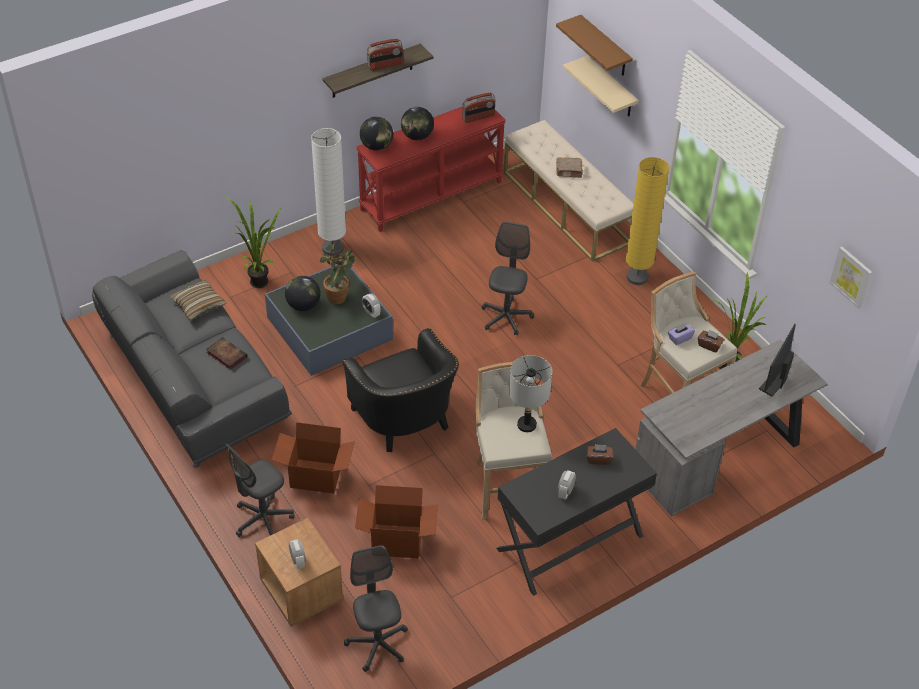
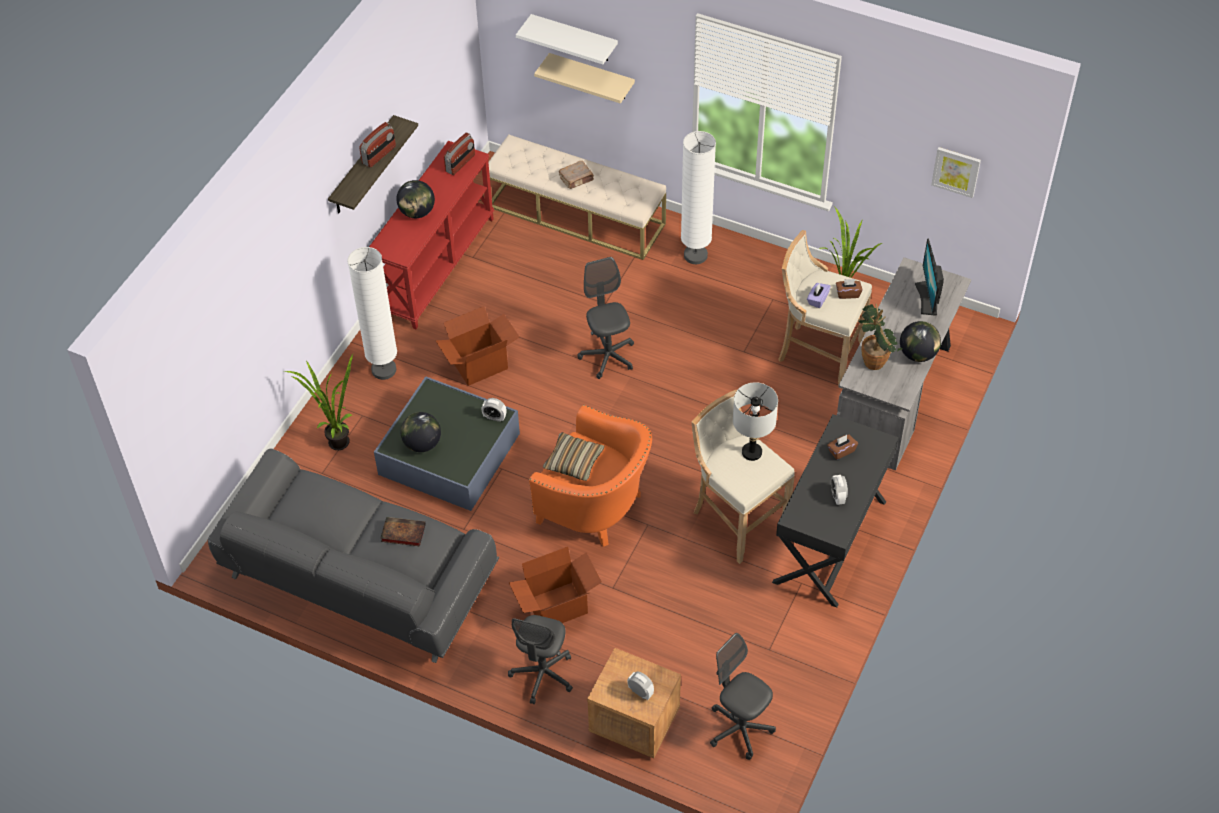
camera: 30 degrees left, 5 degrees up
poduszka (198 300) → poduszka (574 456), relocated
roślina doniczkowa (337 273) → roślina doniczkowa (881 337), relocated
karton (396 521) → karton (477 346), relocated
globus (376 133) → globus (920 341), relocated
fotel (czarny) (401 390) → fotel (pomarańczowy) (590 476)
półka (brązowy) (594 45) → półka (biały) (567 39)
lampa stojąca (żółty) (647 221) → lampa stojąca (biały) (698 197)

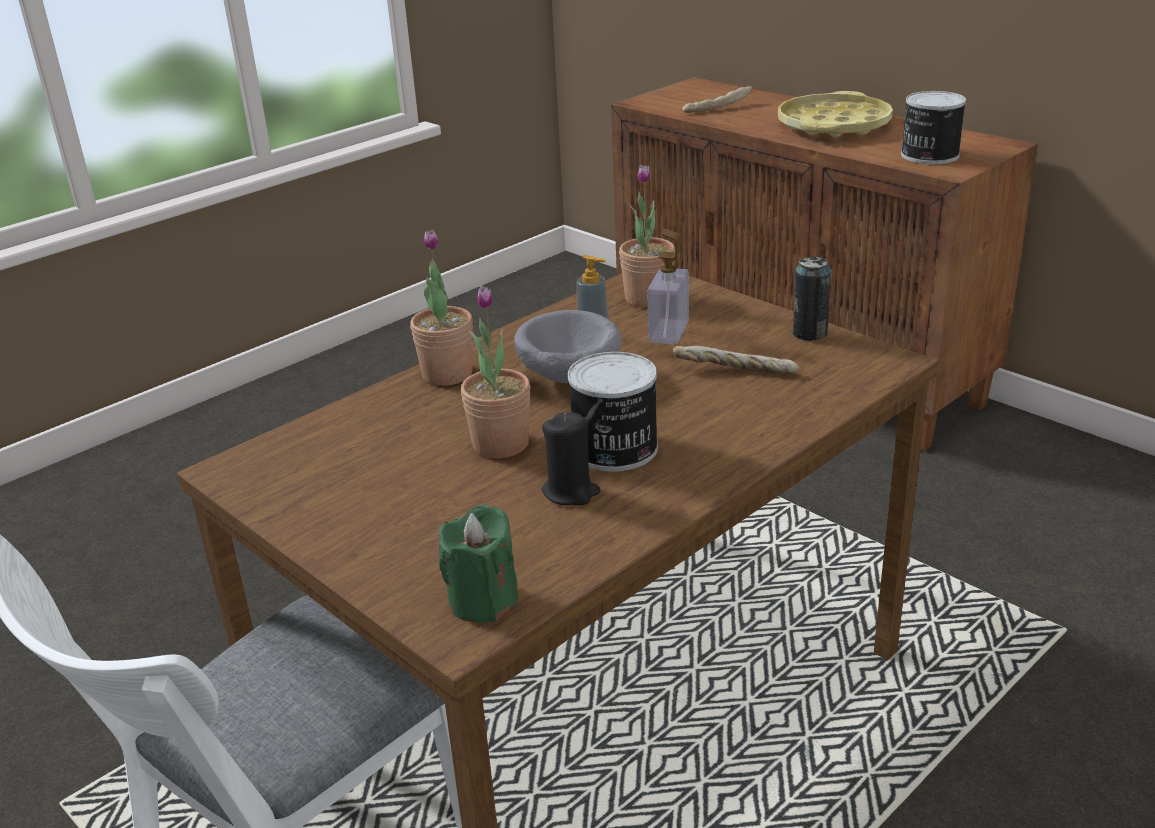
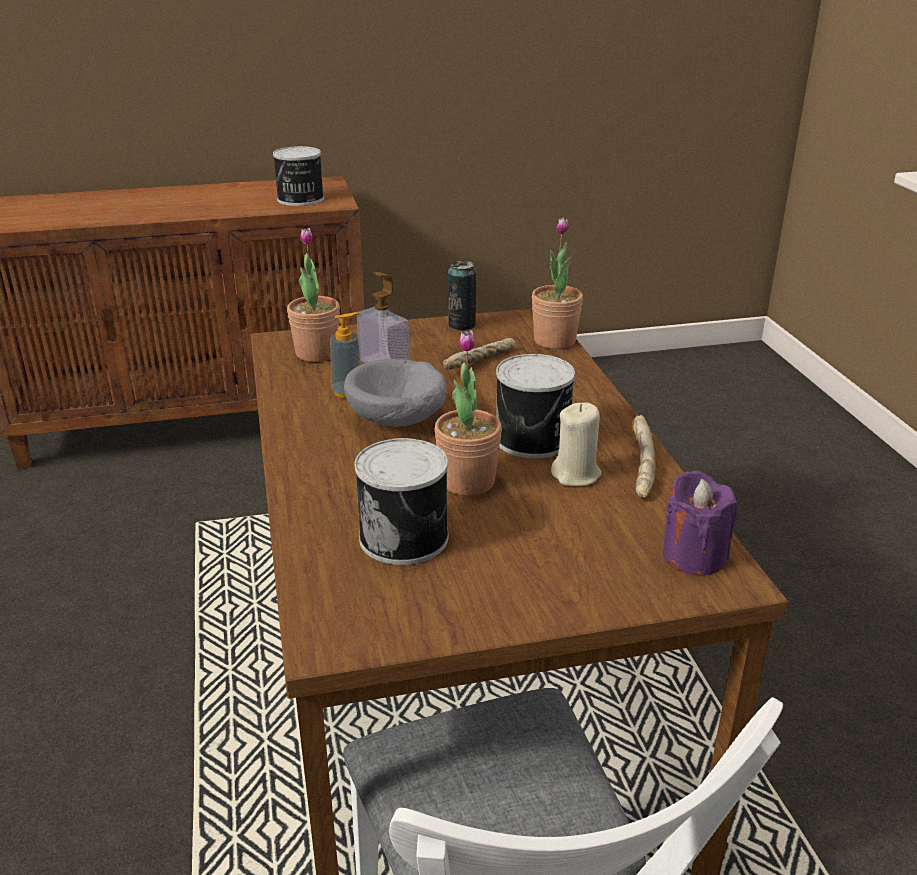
camera: 60 degrees left, 0 degrees up
taca (żółty) (835 114) → -
- → puszka (401 501)
roślina doniczkowa (441 307) → roślina doniczkowa (557 283), relocated
chleb (717 99) → chleb (644 456), relocated
świeca (zielony) (478 563) → świeca (fioletowy) (700 523)
świeca (czarny) (571 458) → świeca (beżowy) (576 444)

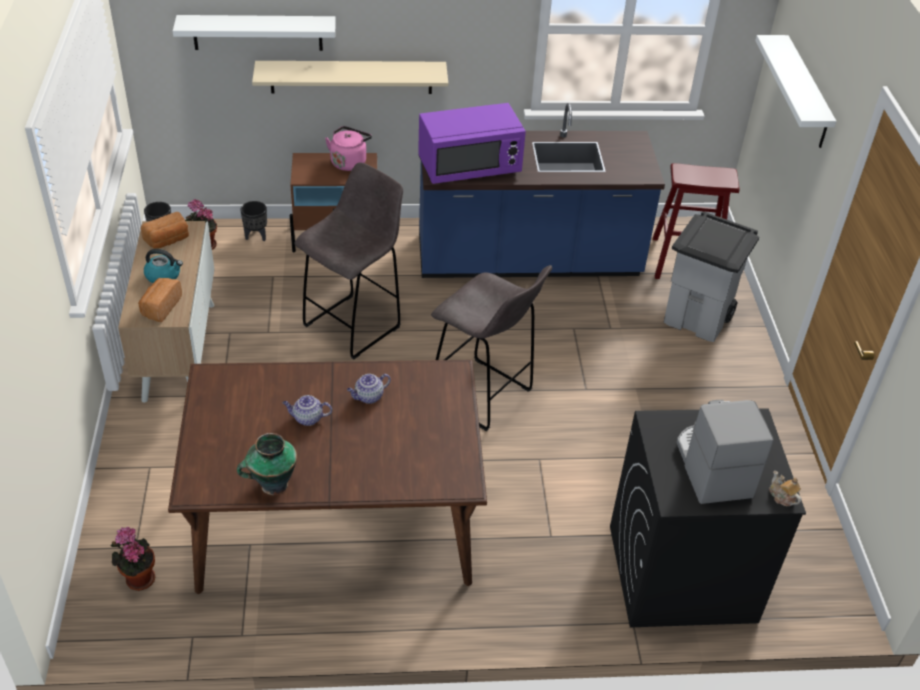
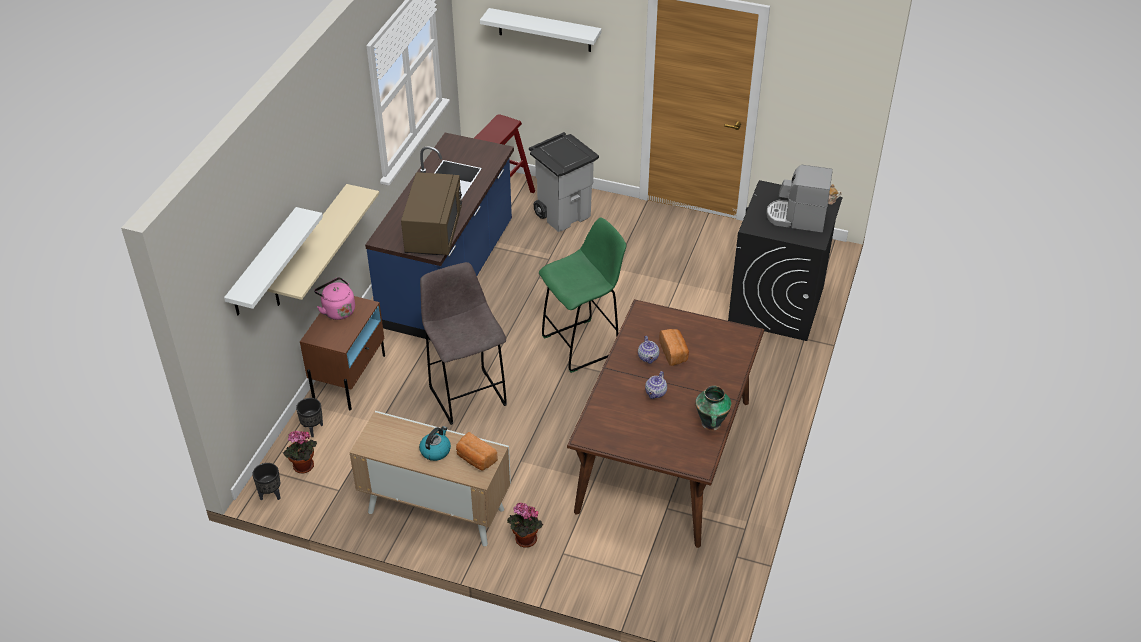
camera: 65 degrees left, 0 degrees up
roślina doniczkowa (133 559) → roślina doniczkowa (525 525), relocated
chleb (165 230) → chleb (674 347), relocated
mikrofalówka (fioletowy) (472 143) → mikrofalówka (brązowy) (431 213)
stołek (szary) (491 348) → stołek (zielony) (582 295)

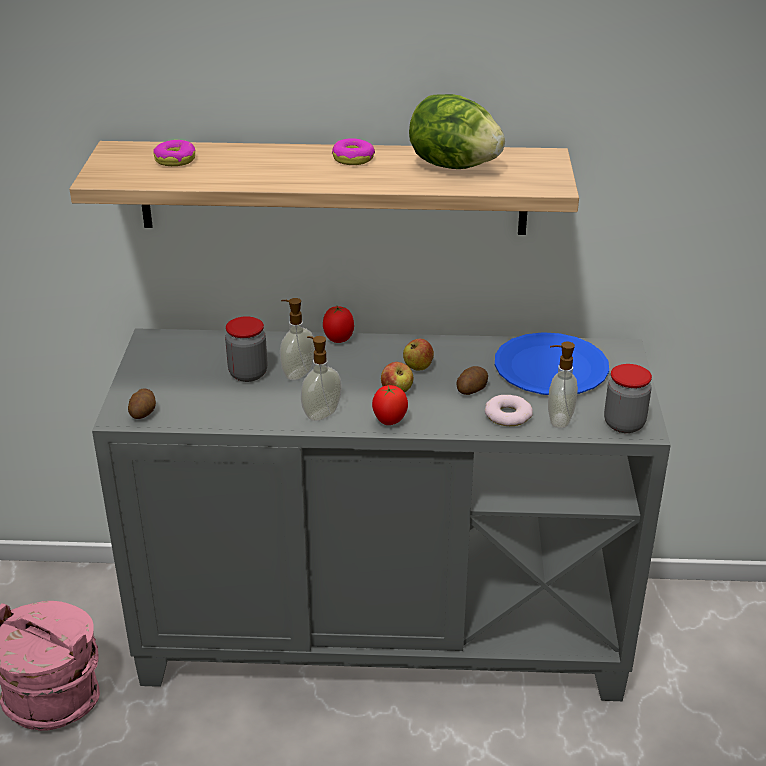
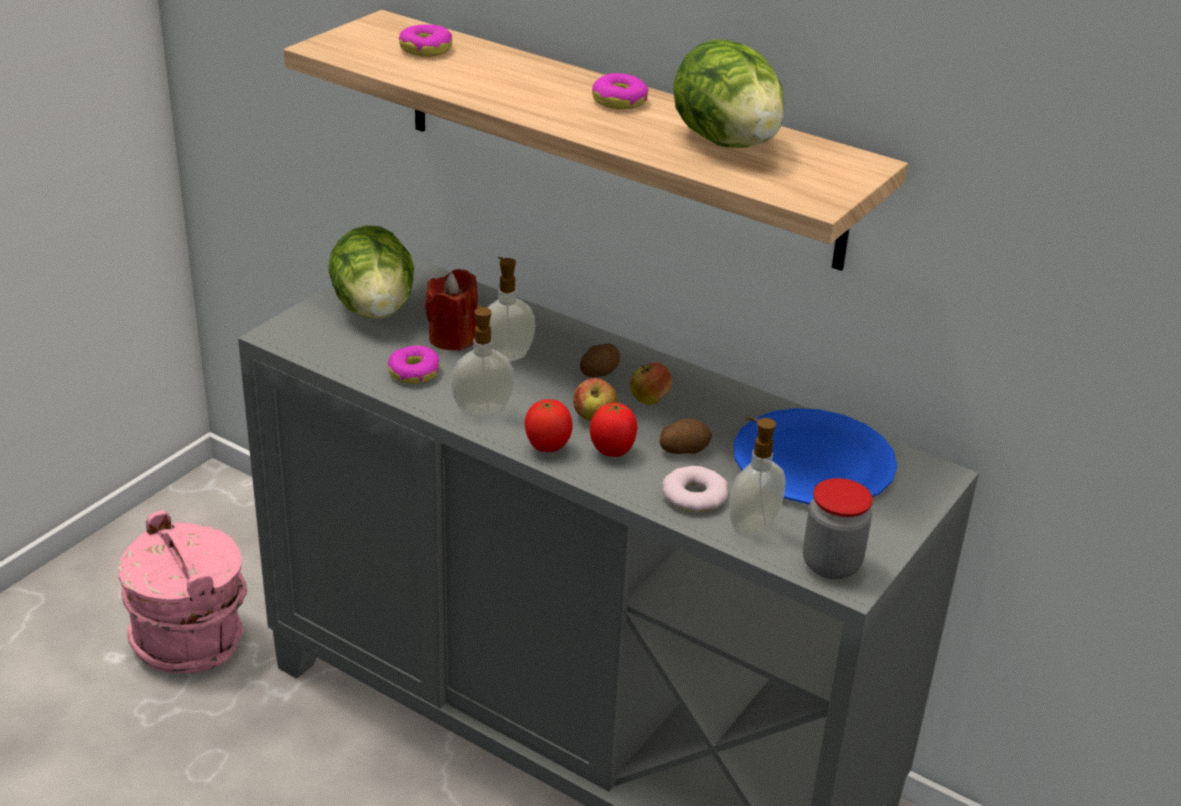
camera: 30 degrees right, 0 degrees up
- → sałata (371 272)
- → donut (414 364)
ziemniak (142 404) → ziemniak (600 360), relocated
pomidor (338 324) → pomidor (614 429), relocated
słoik (246 349) → świeca (czerwony) (451 310)

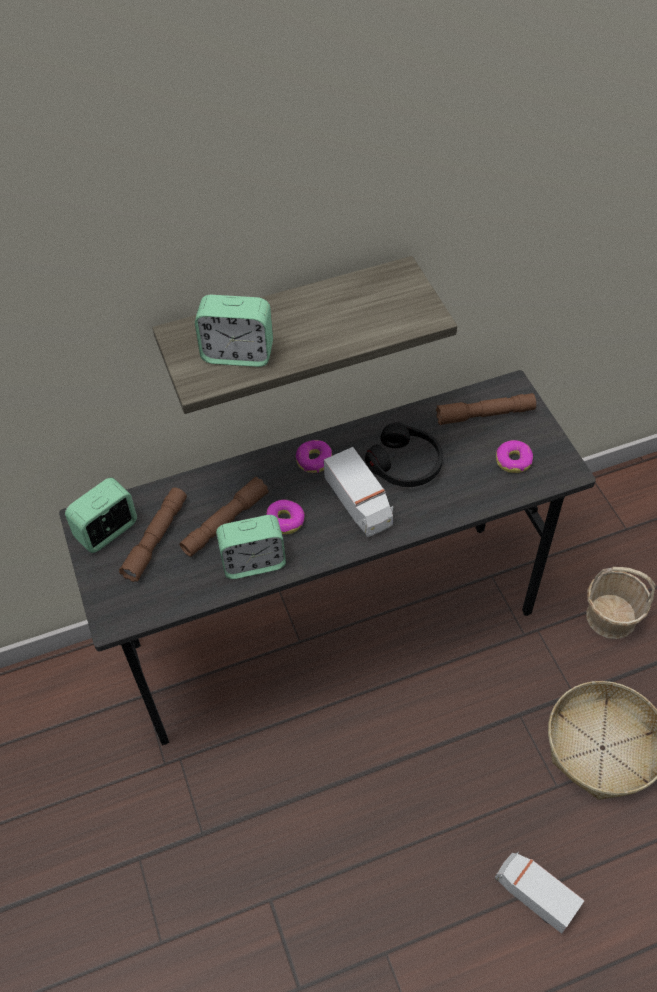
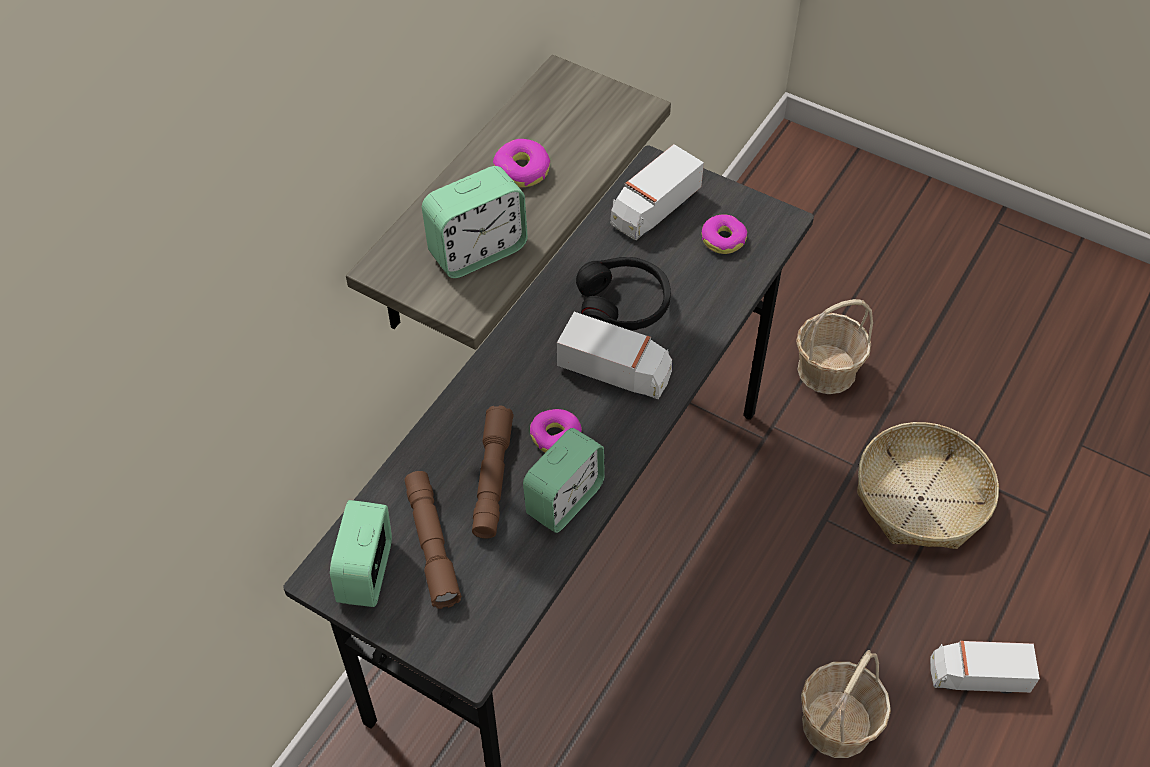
camera: 40 degrees left, 0 degrees up
- → koszyk (846 704)
donut (314 456) → donut (521 163), relocated
latarka (brązowy) (486 409) → ciężarówka zabawkowa (657 192)

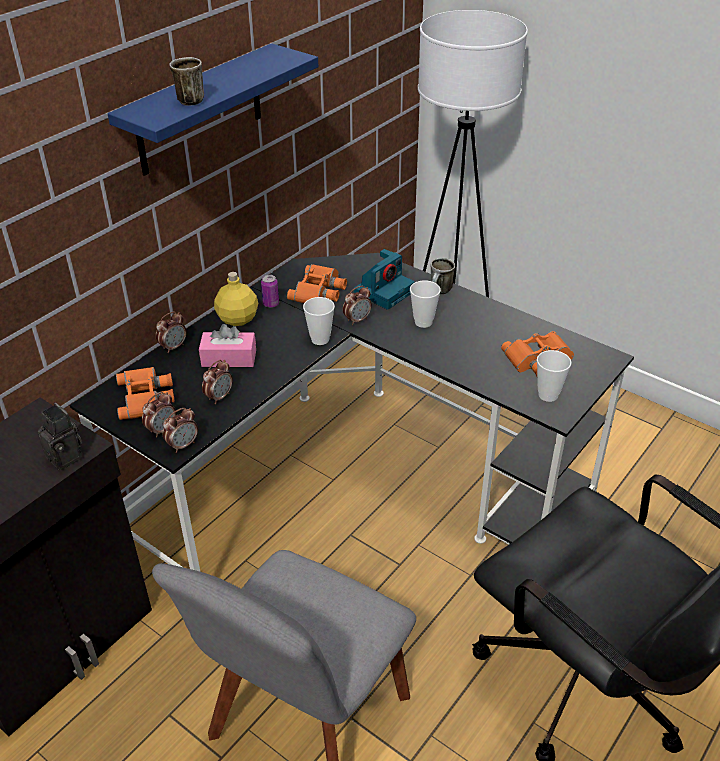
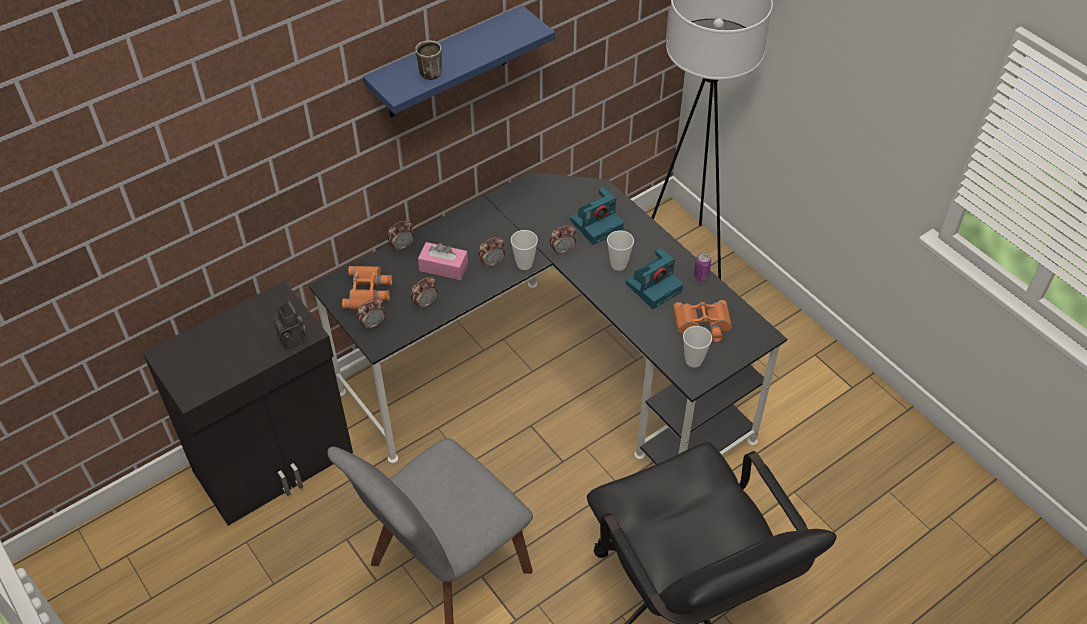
camera: 15 degrees right, 10 degrees up
butelka (żółty) (236 299) → -
lornetka (pomarańczowy) (317 283) → -
kubek (442 276) → -
- → aparat fotograficzny (654 278)
budzik (180 430) → budzik (491 252), relocated
puszka (270 291) → puszka (702 267), relocated

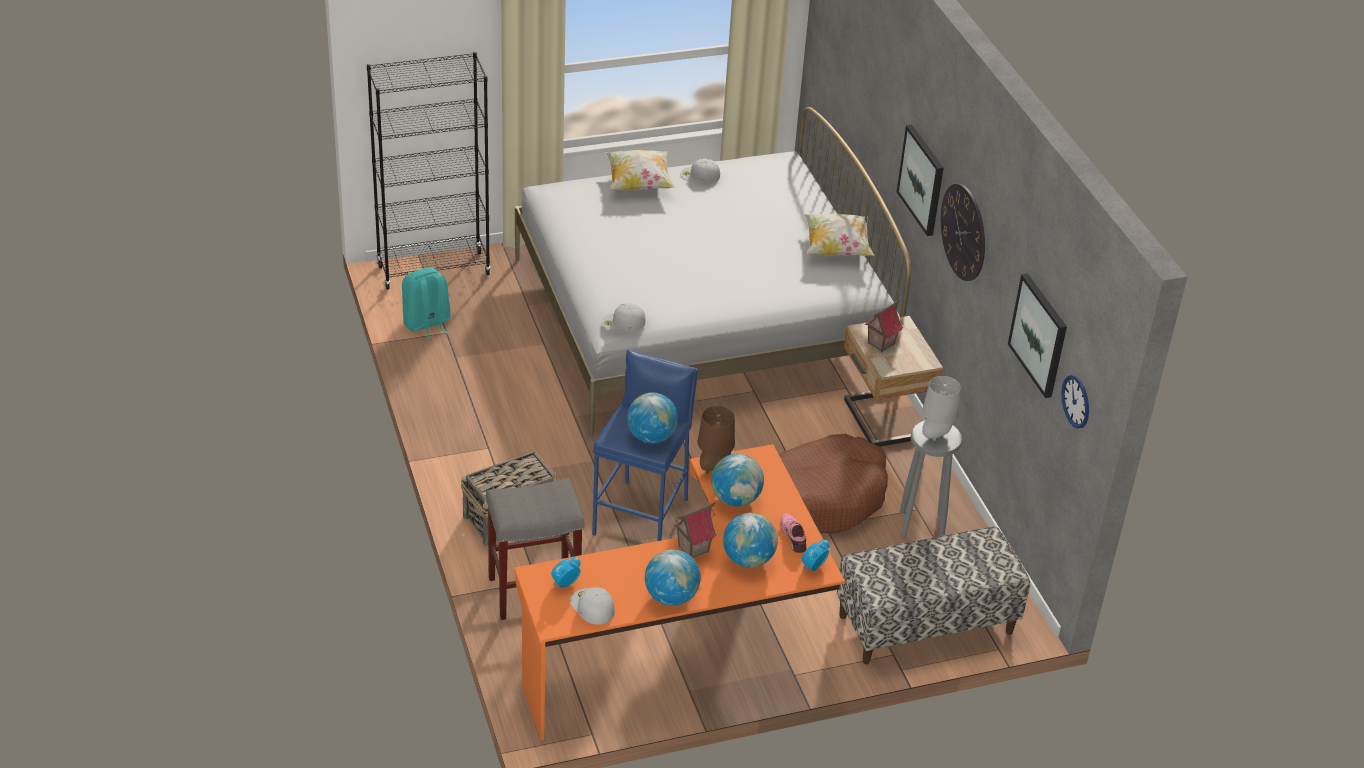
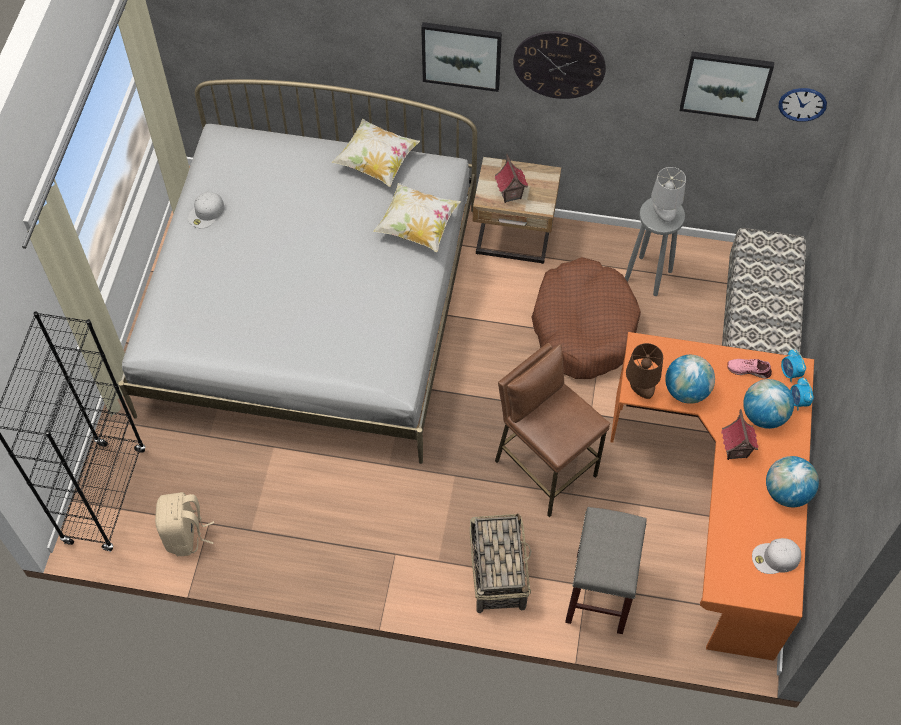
camera: 60 degrees left, 20 degrees up
czapka z daszkiem (biały) (623 317) → -
globus (652 418) → -
budzik (566 572) → budzik (802 394), relocated
poduszka (640 170) → poduszka (417 217), relocated
plecak (turkusowy) (426 303) → plecak (beżowy) (184 524)
stołek (niebieski) (645 445) → stołek (brązowy) (552 430)

